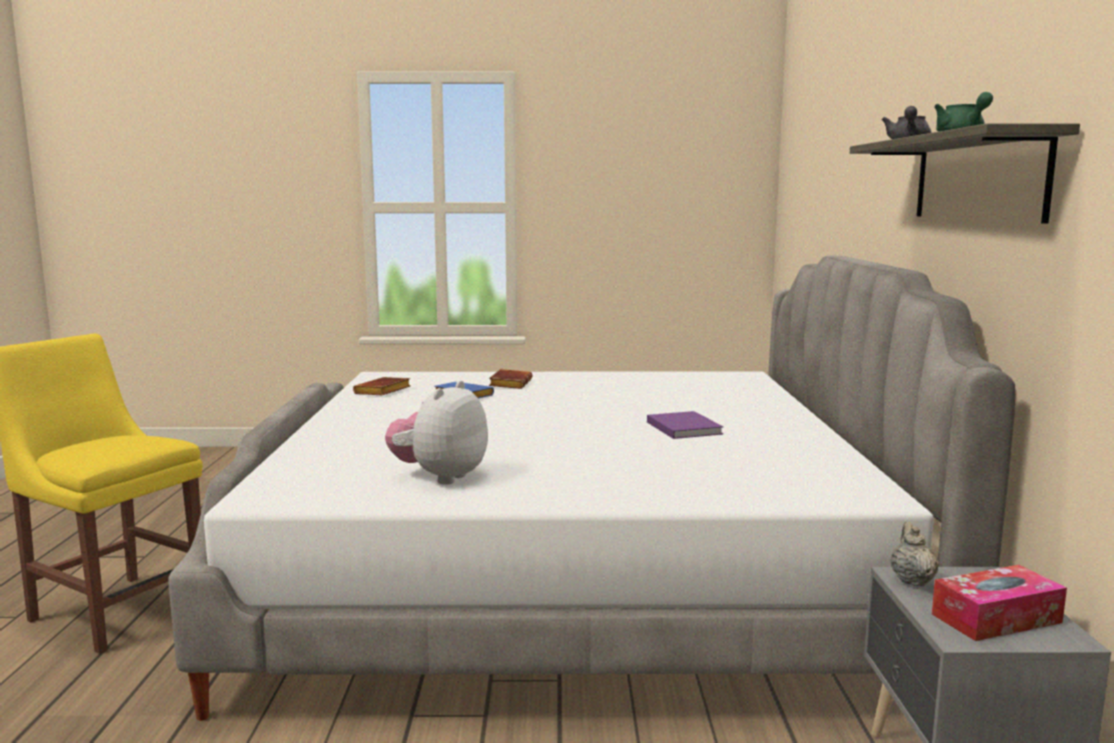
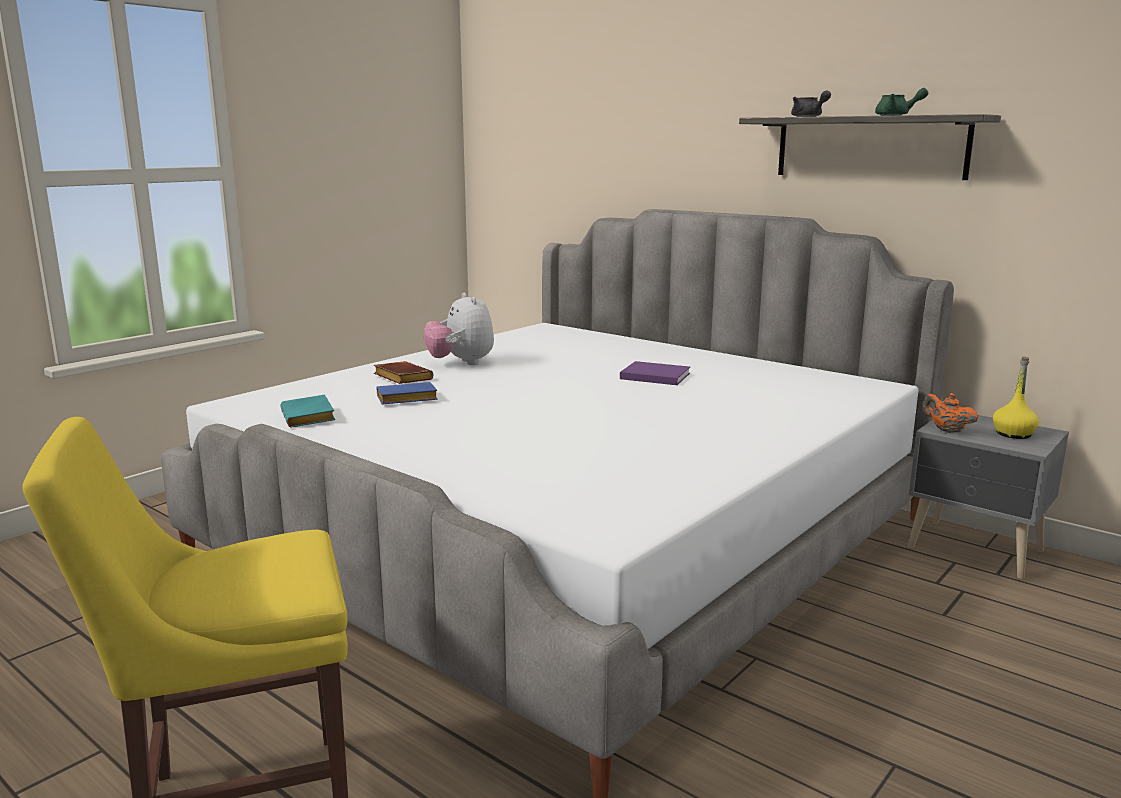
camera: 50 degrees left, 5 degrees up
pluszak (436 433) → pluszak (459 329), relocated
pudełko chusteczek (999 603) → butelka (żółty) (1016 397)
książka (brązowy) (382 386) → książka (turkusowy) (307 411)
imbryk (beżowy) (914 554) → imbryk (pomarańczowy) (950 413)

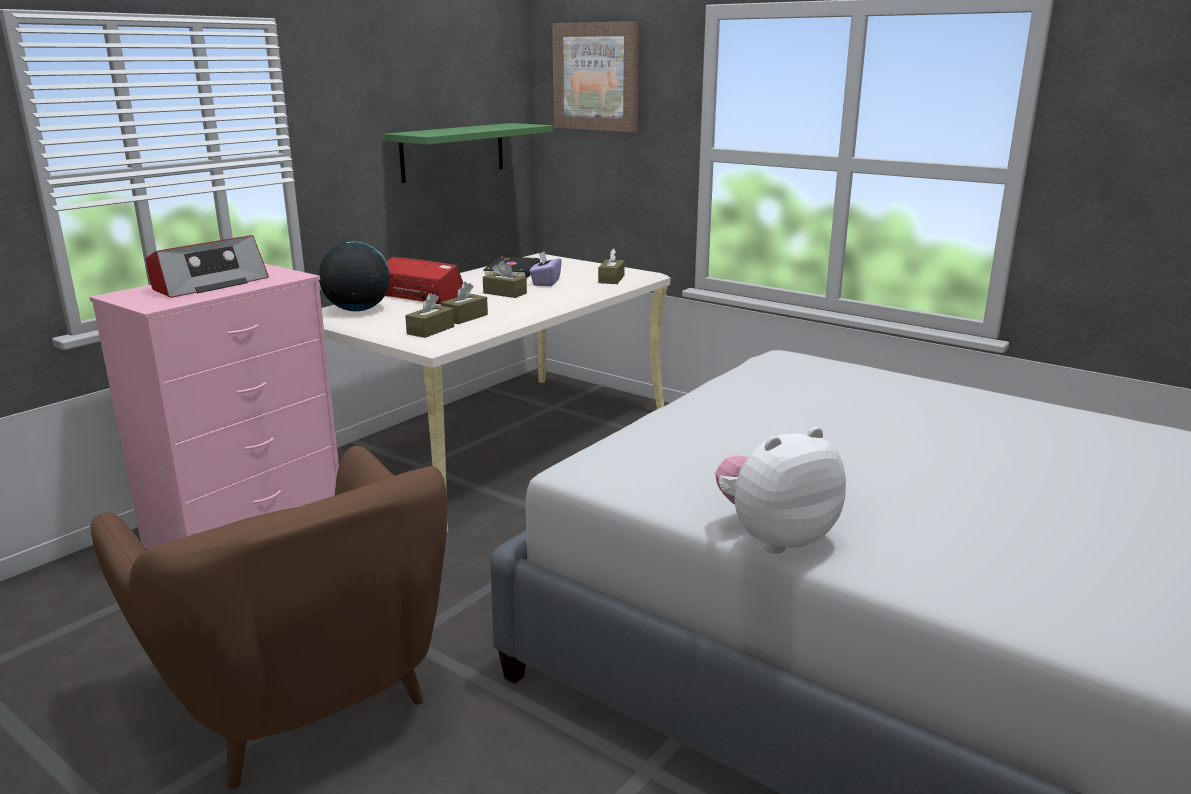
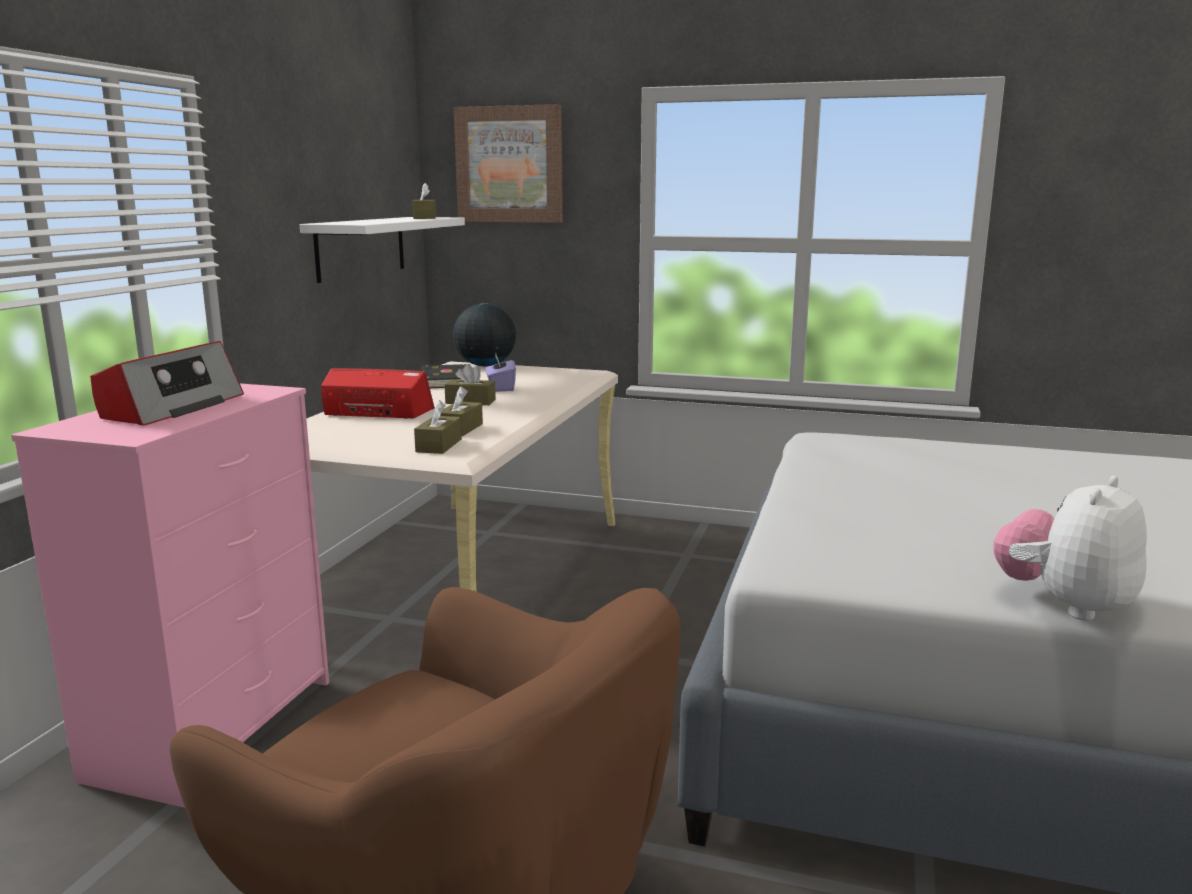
camera: 20 degrees left, 5 degrees down
globus (354 276) → globus (484 334), relocated
pudełko chusteczek (brązowy) (611 266) → pudełko chusteczek (brązowy) (424 201), relocated
półka (zielony) (468 153) → półka (biały) (382 250)

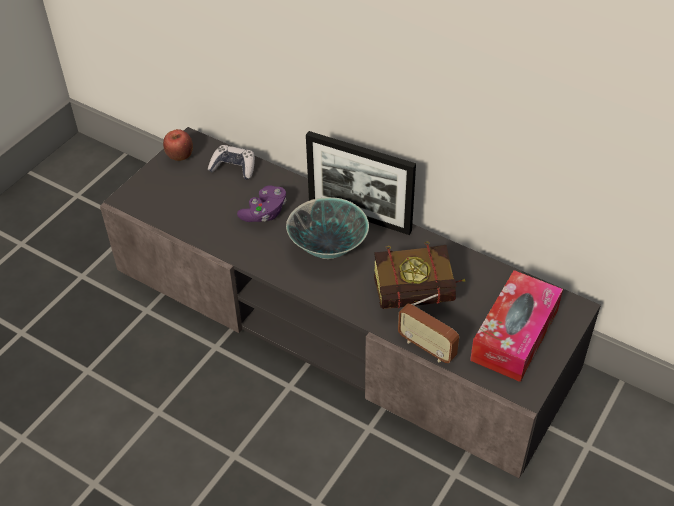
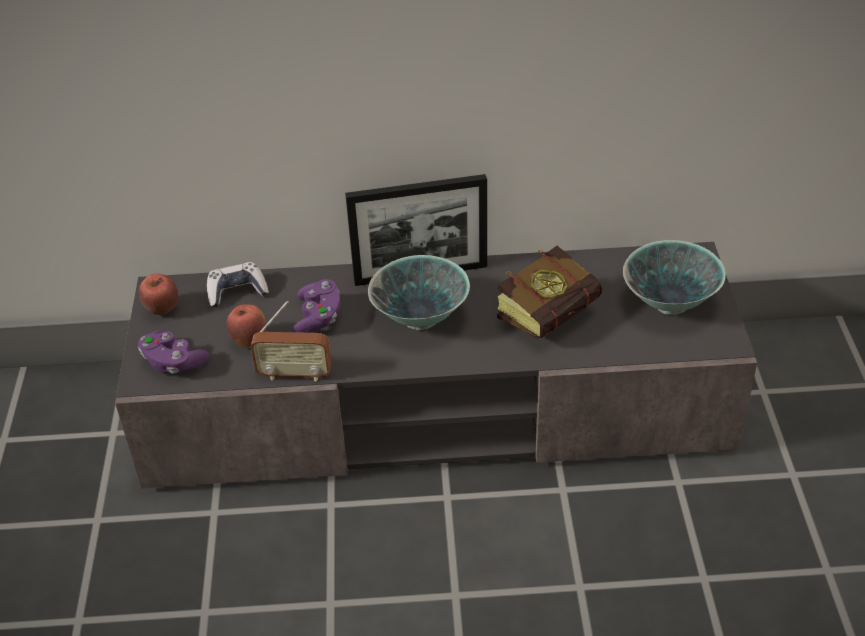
camera: 35 degrees left, 5 degrees down
- → pad do gier (fioletowy) (173 352)
- → jabłko (246 326)
radio (428 328) → radio (291 341), relocated
pudełko chusteczek (516 326) → miska (674 277)

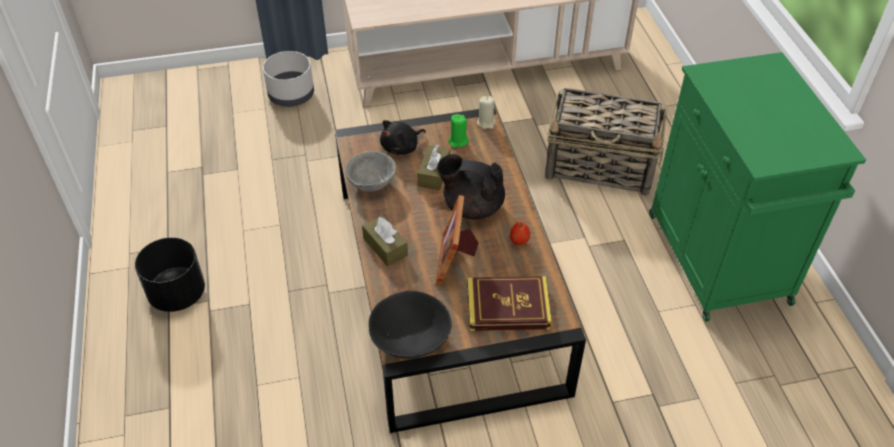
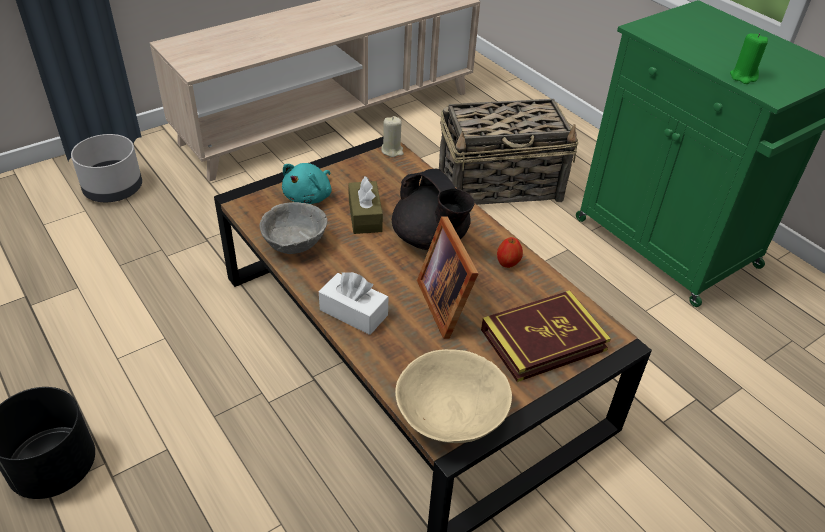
camera: 25 degrees left, 5 degrees down
świeca (zielony) (458 131) → świeca (zielony) (749 58), relocated
pudełko chusteczek (brązowy) (385 240) → pudełko chusteczek (biały) (353 303)
miska (czarny) (410 325) → miska (beżowy) (453 396)
pluszak (czarny) (403 137) → pluszak (turkusowy) (307 183)
imbryk (czarny) (471 186) → imbryk (czarny) (433 209), 120 degrees counterclockwise

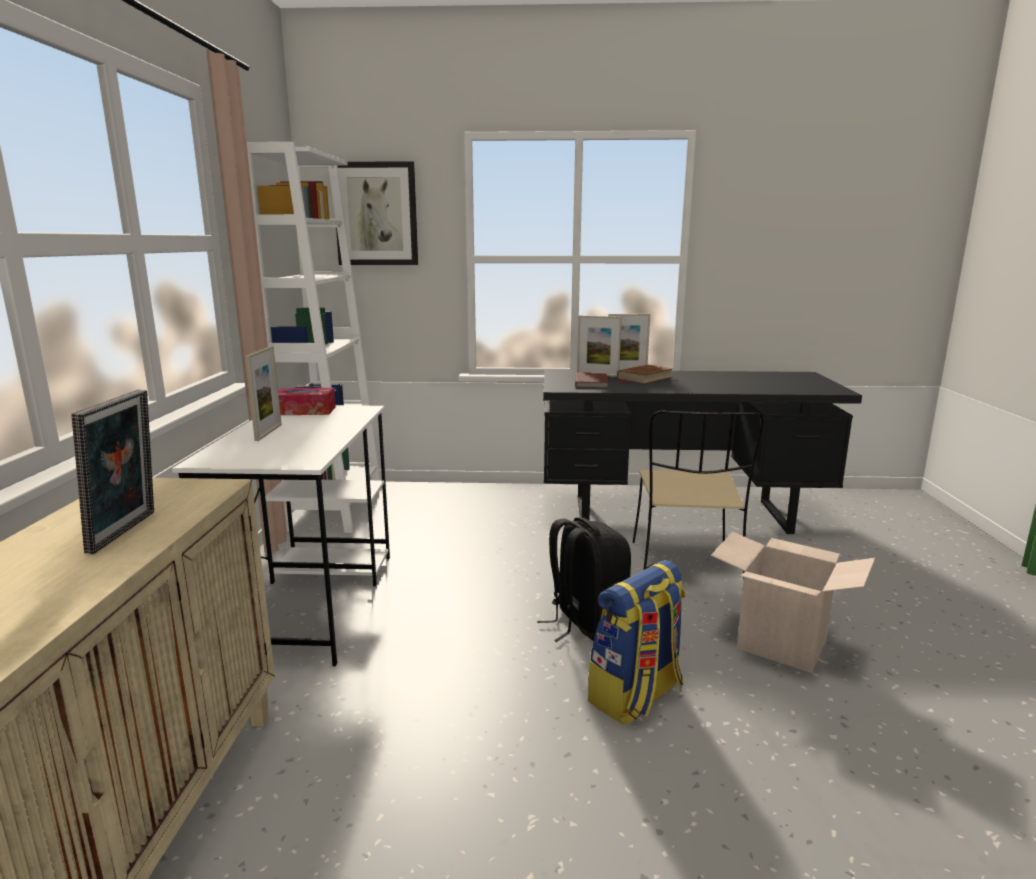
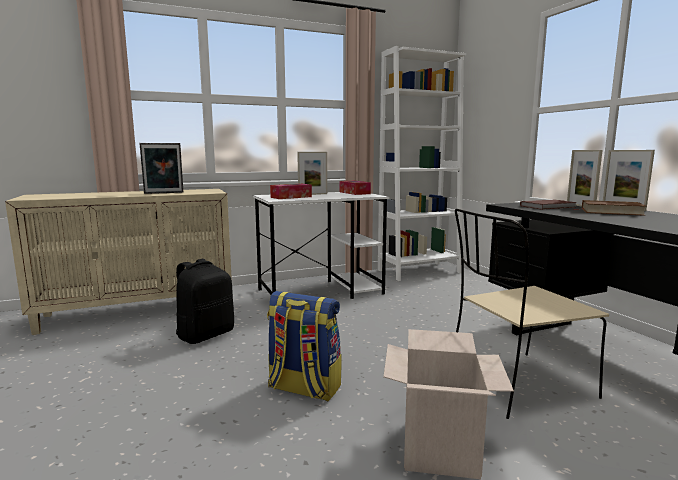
camera: 65 degrees right, 5 degrees down
obraz (377 213) → -
- → pudełko chusteczek (291 191)
plecak (czarny) (584 579) → plecak (czarny) (205 301), relocated

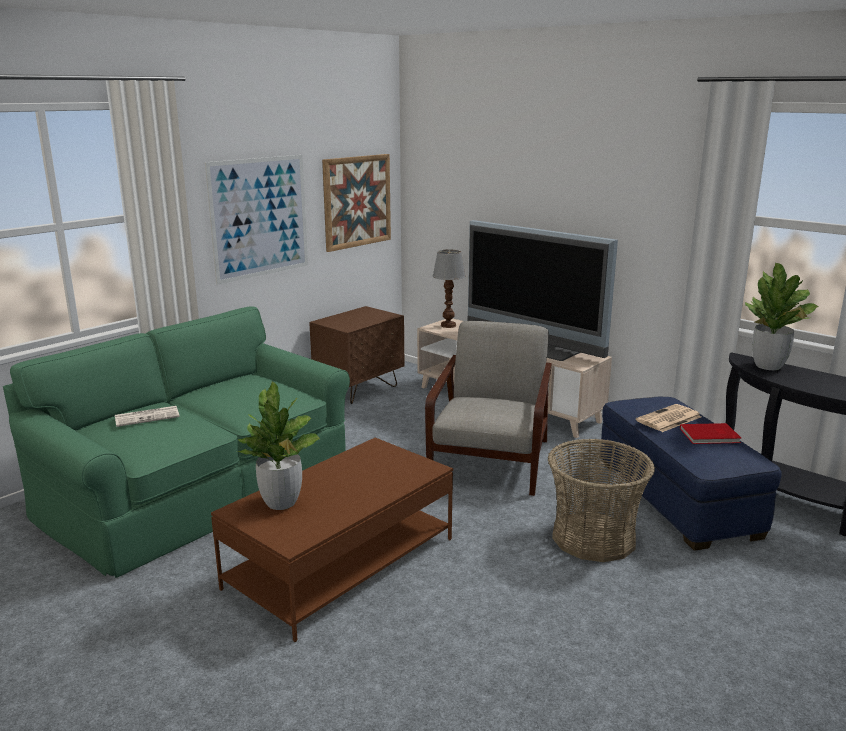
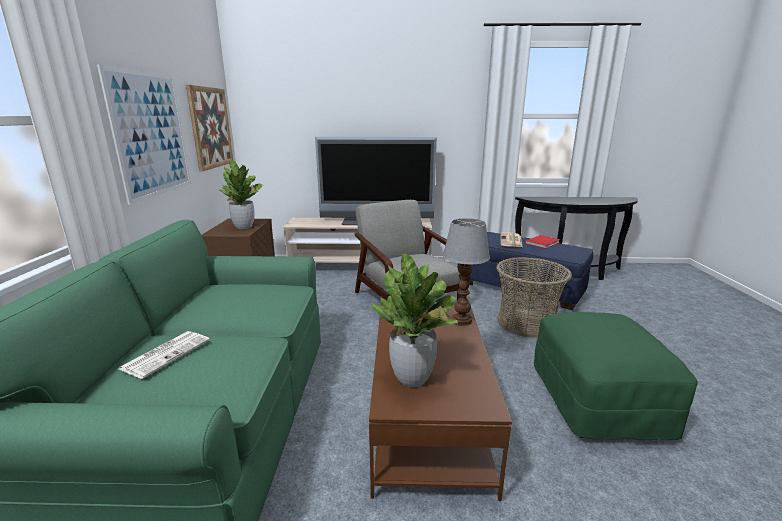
camera: 40 degrees left, 0 degrees up
- → pufa (zielony) (616 376)
lampa stołowa (449 288) → lampa stołowa (466 272), relocated
roślina doniczkowa (781 316) → roślina doniczkowa (241 194), relocated

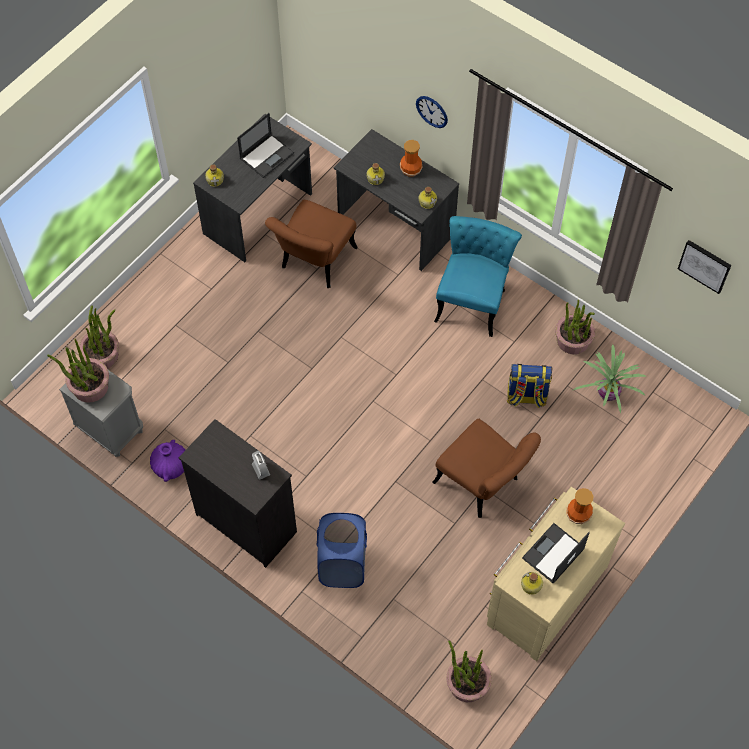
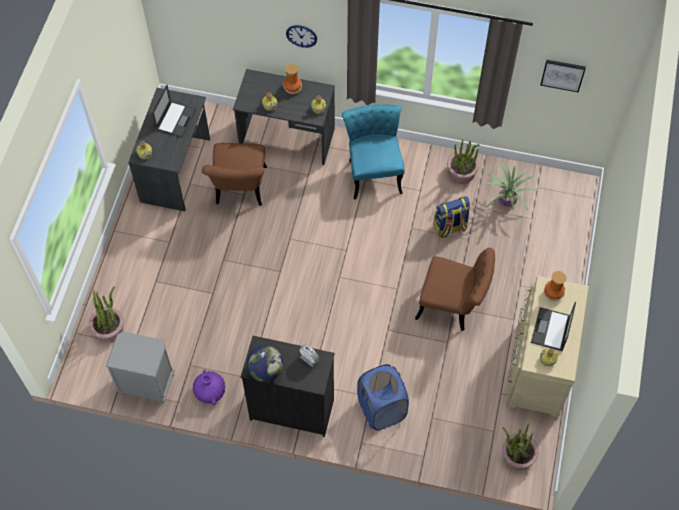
camera: 25 degrees left, 0 degrees up
roślina doniczkowa (78 371) → -
- → globus (265 363)

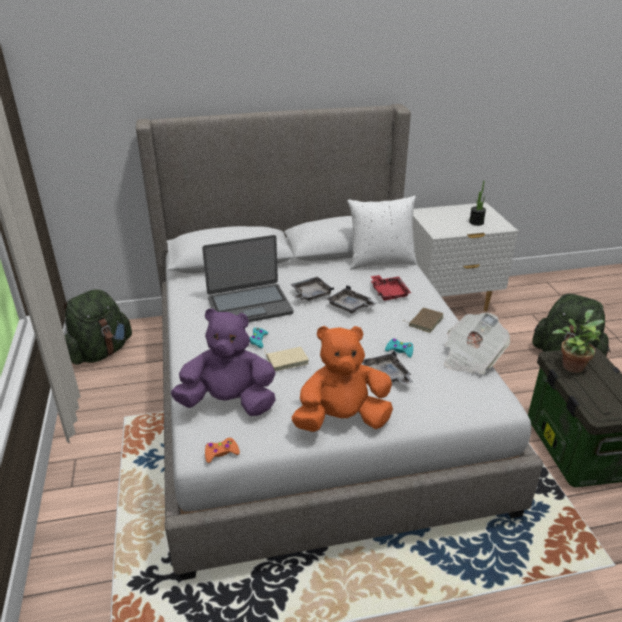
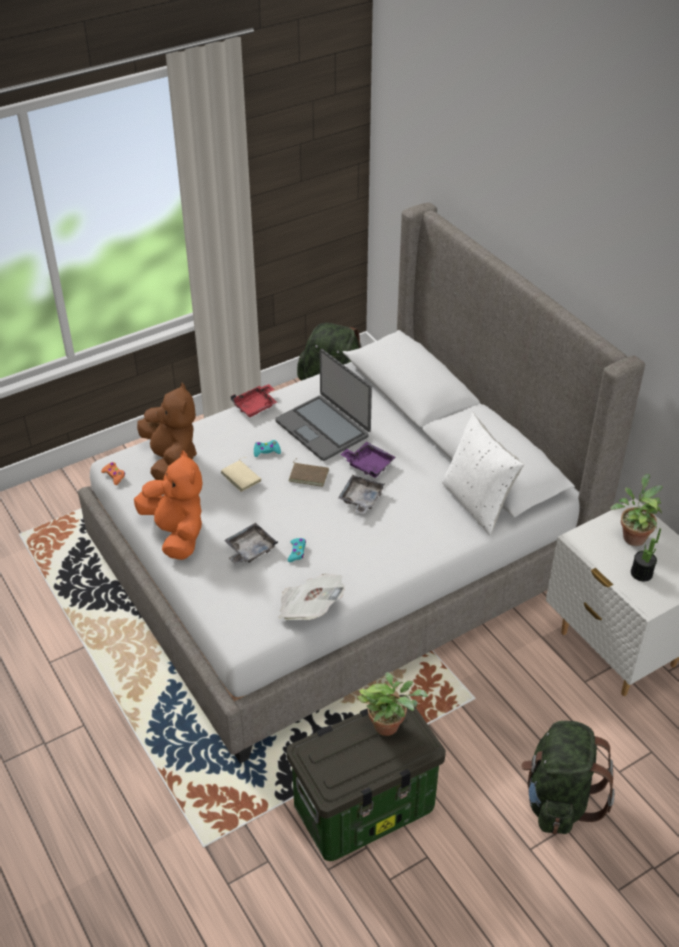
camera: 70 degrees right, 10 degrees up
- → roślina doniczkowa (637 510)
taca (czerwony) (391 288) → taca (czerwony) (254 400), relocated
książka (brązowy) (425 320) → książka (brązowy) (309 472), relocated
pluszak (fioletowy) (223 362) → pluszak (brązowy) (167 431)
taca (szary) (312 288) → taca (fioletowy) (368 460)

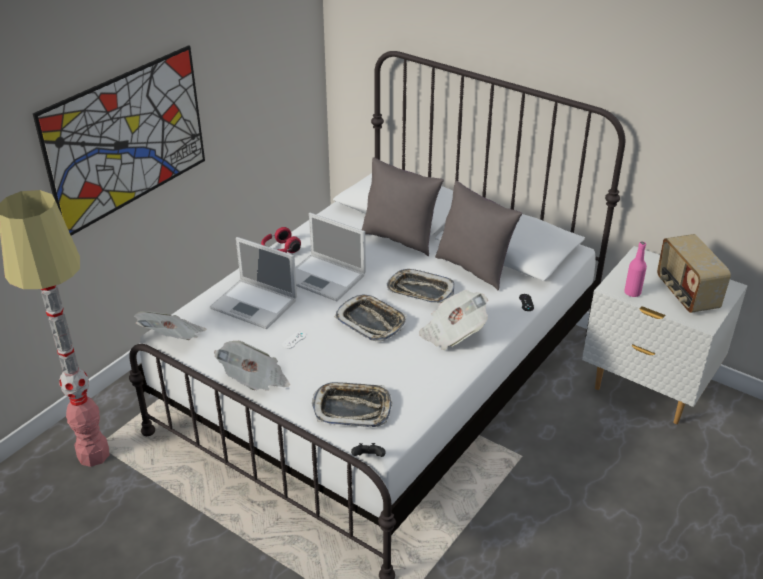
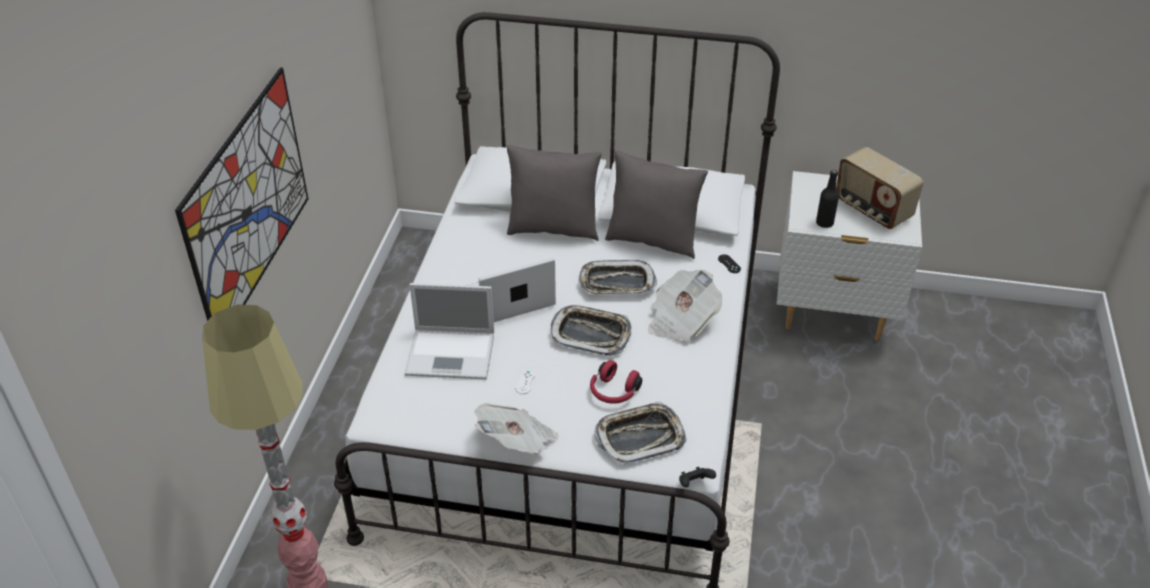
camera: 25 degrees left, 5 degrees up
gazeta (170 325) → -
słuchawki (czerwony) (281 240) → słuchawki (czerwony) (616 382), relocated
butelka (różowy) (635 269) → butelka (czarny) (827 199)
laptop (330 257) → laptop (512 289), 150 degrees clockwise

